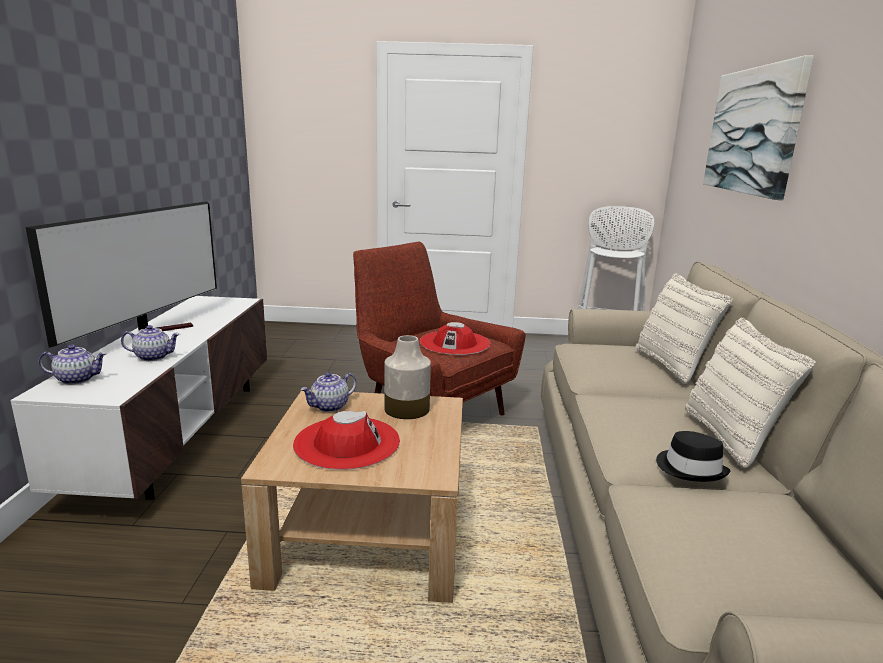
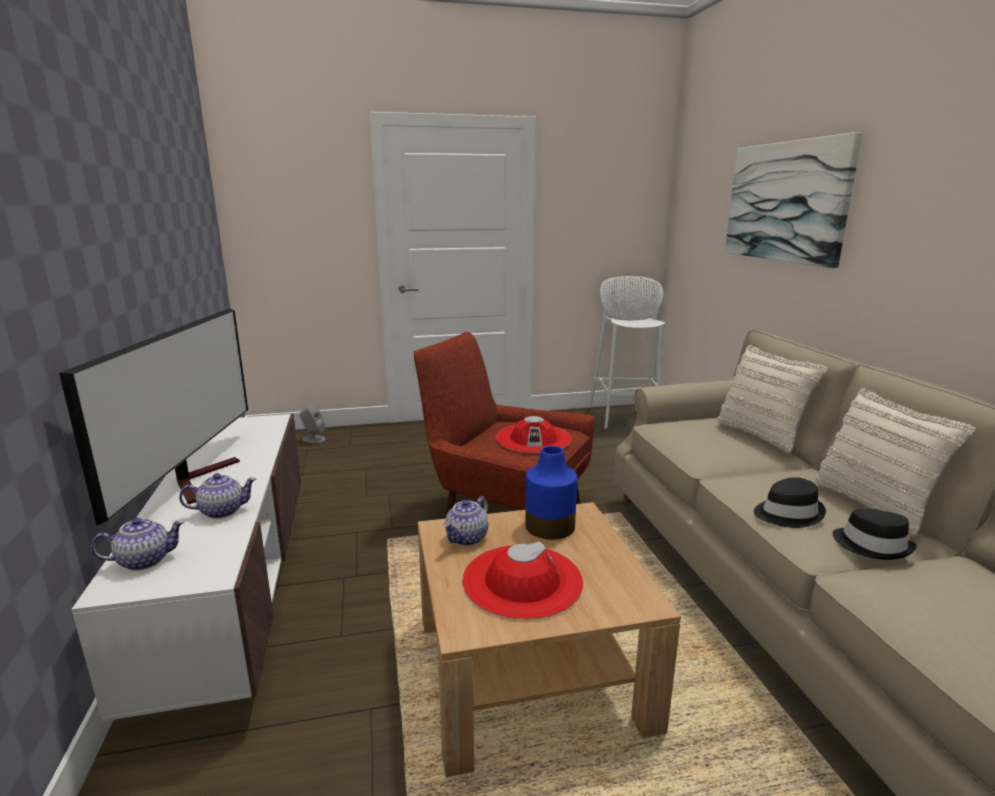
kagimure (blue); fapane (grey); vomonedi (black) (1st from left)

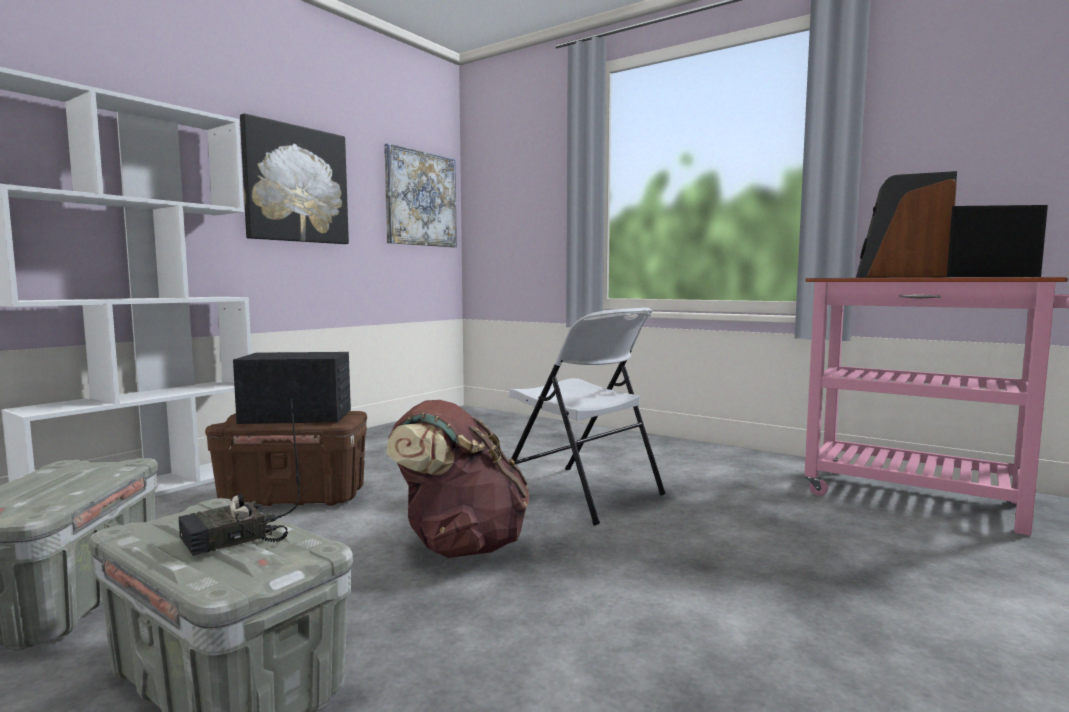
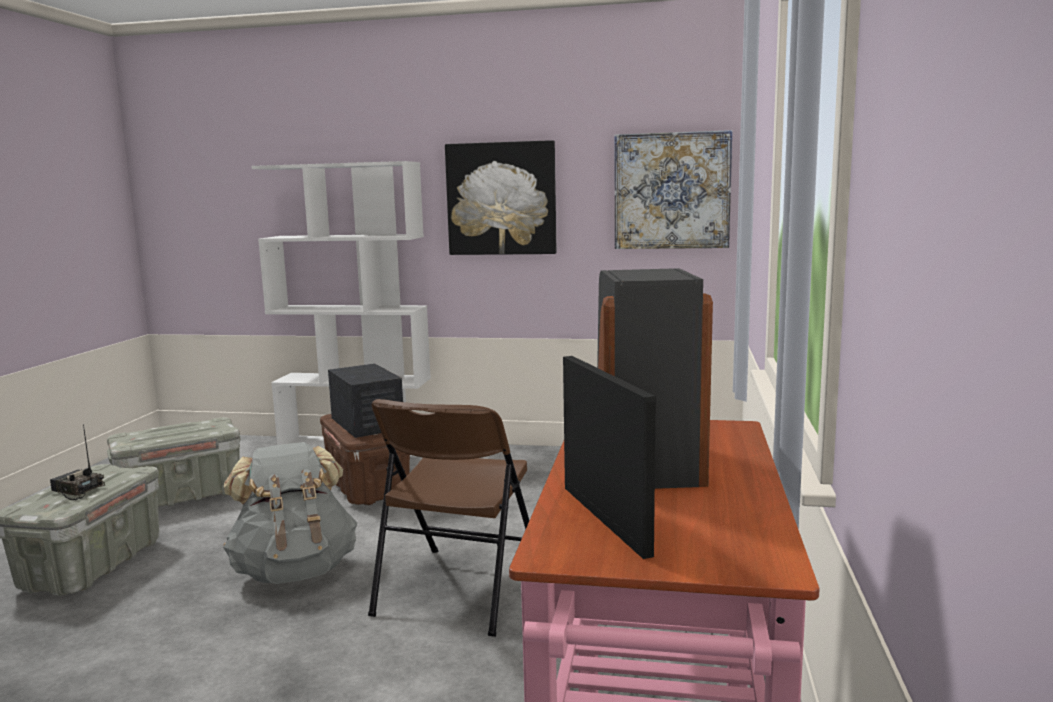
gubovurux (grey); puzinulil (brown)

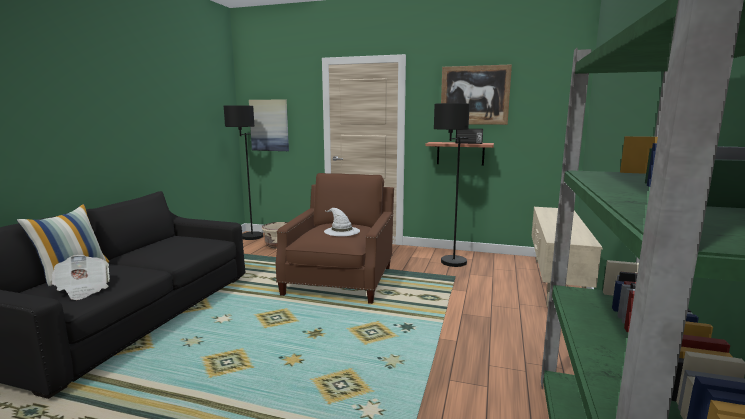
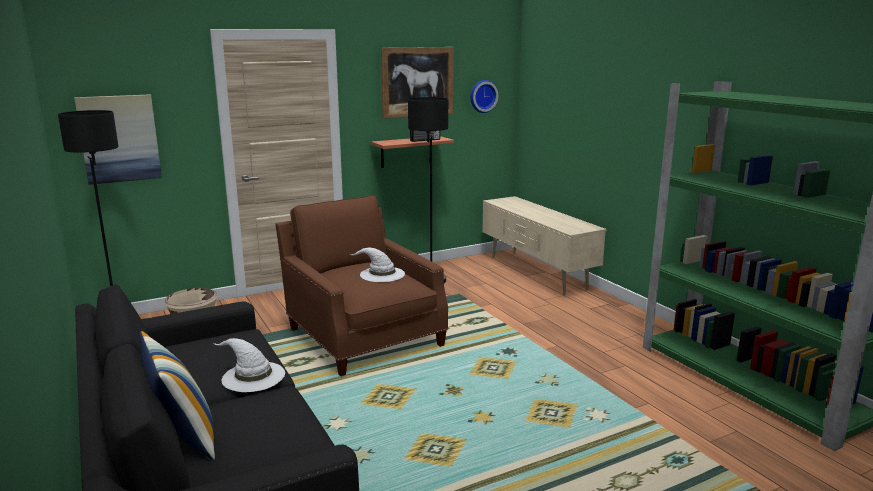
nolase; vomonedi (white) (1st from left); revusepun

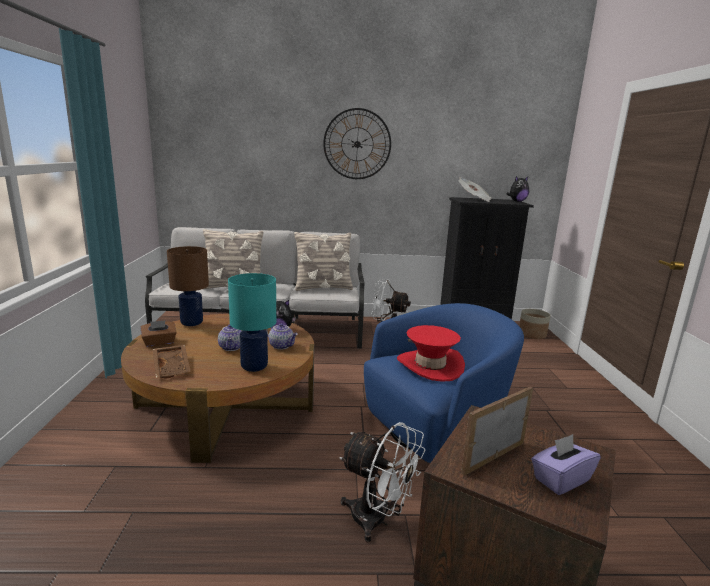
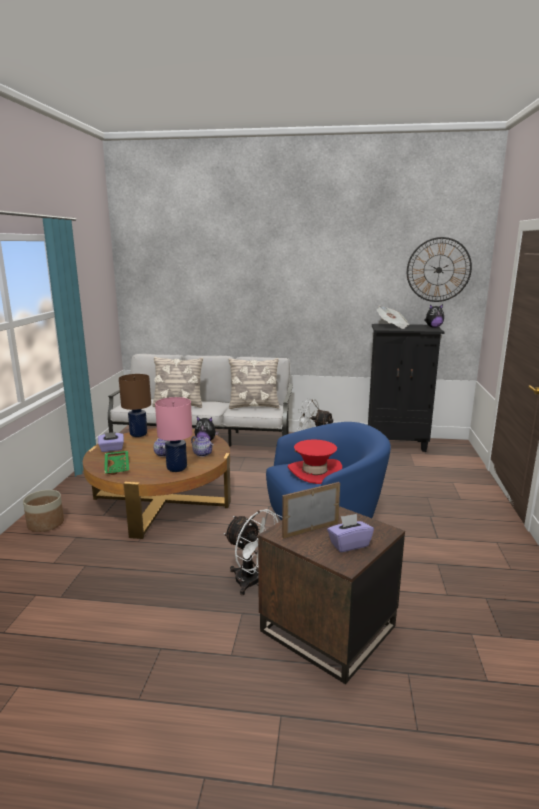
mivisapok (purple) (1st from left); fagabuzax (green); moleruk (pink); revusepun; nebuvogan

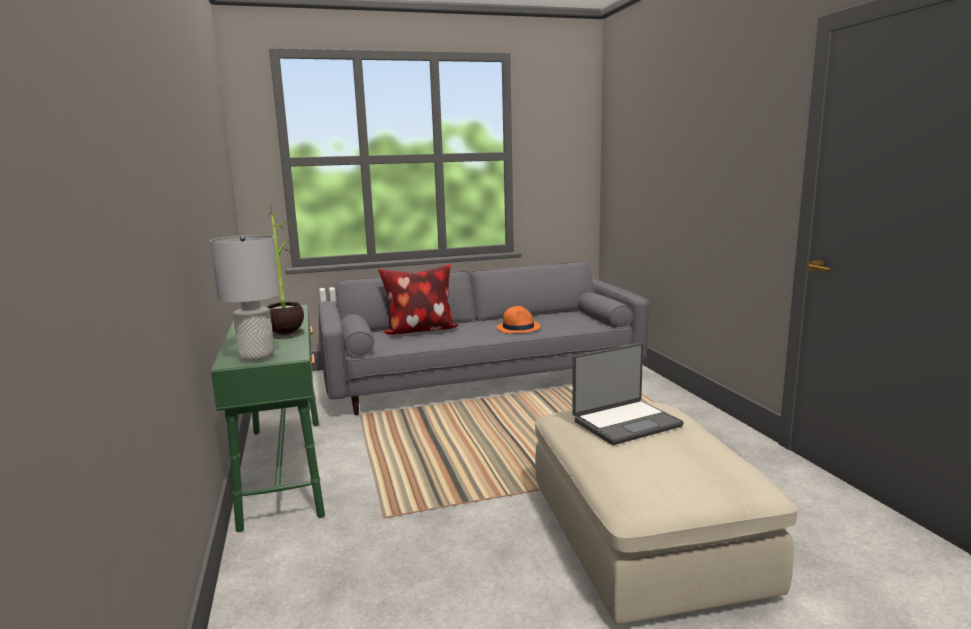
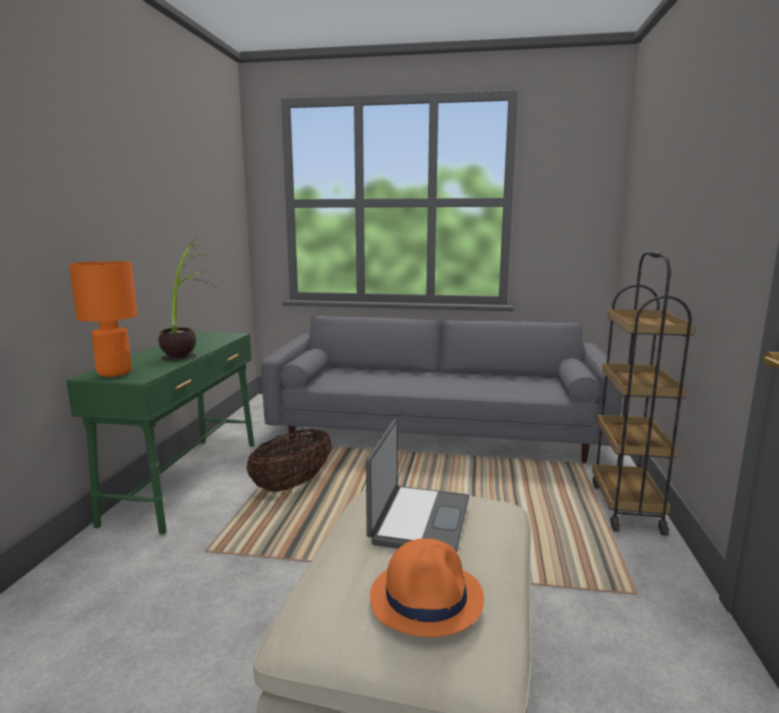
moleruk (orange); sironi; vomonedi (orange); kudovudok; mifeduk; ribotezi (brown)

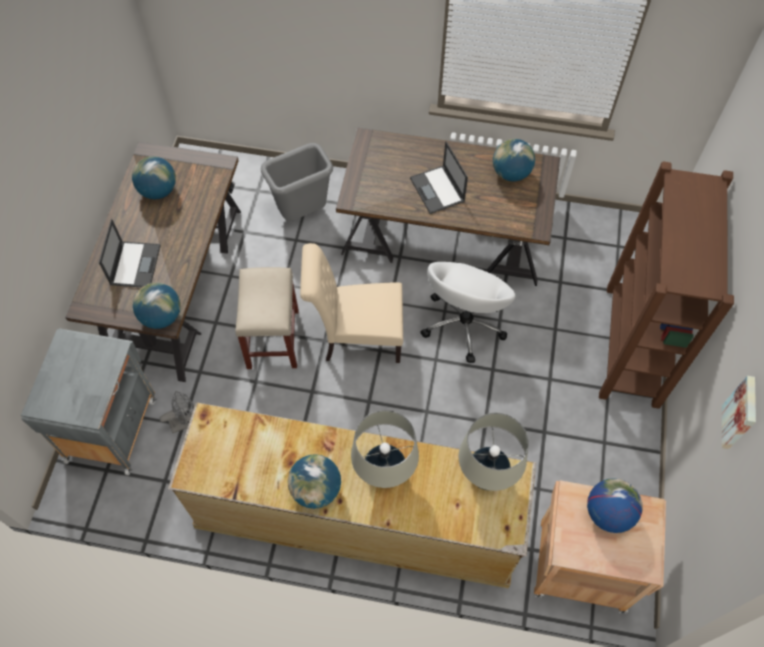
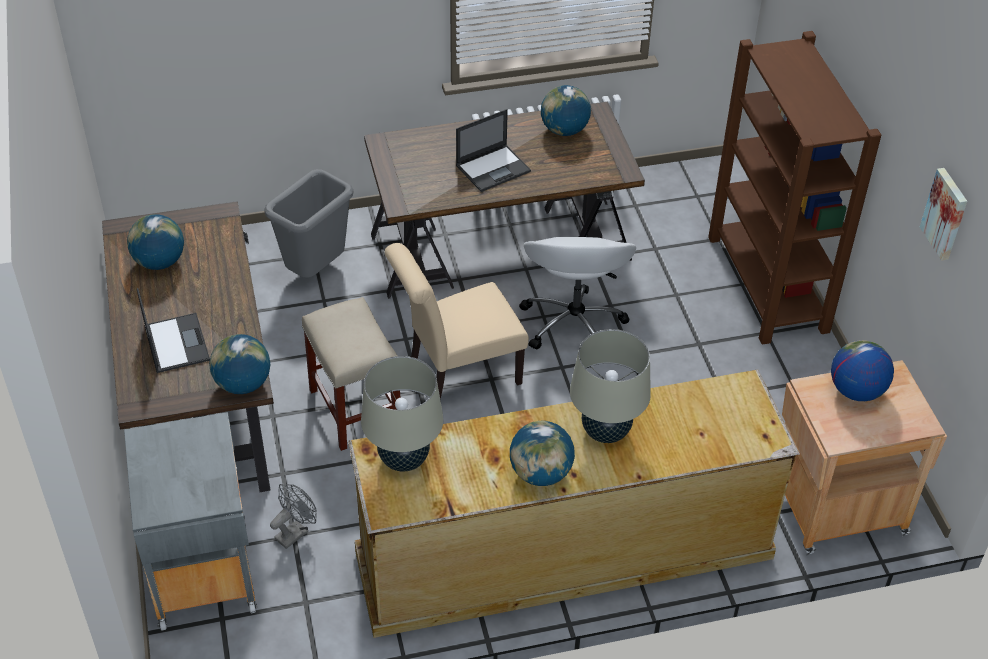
kudovudok (2nd from left); moleruk (beige) (1st from left)

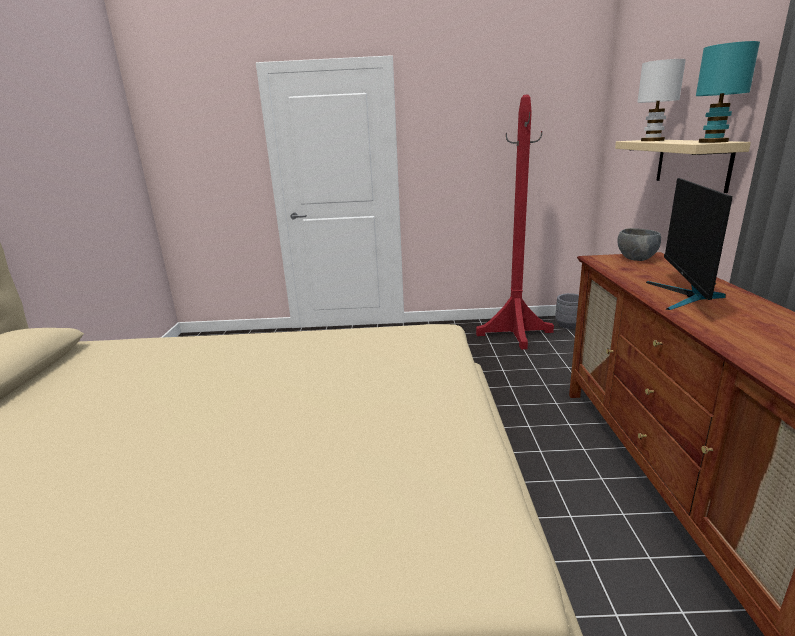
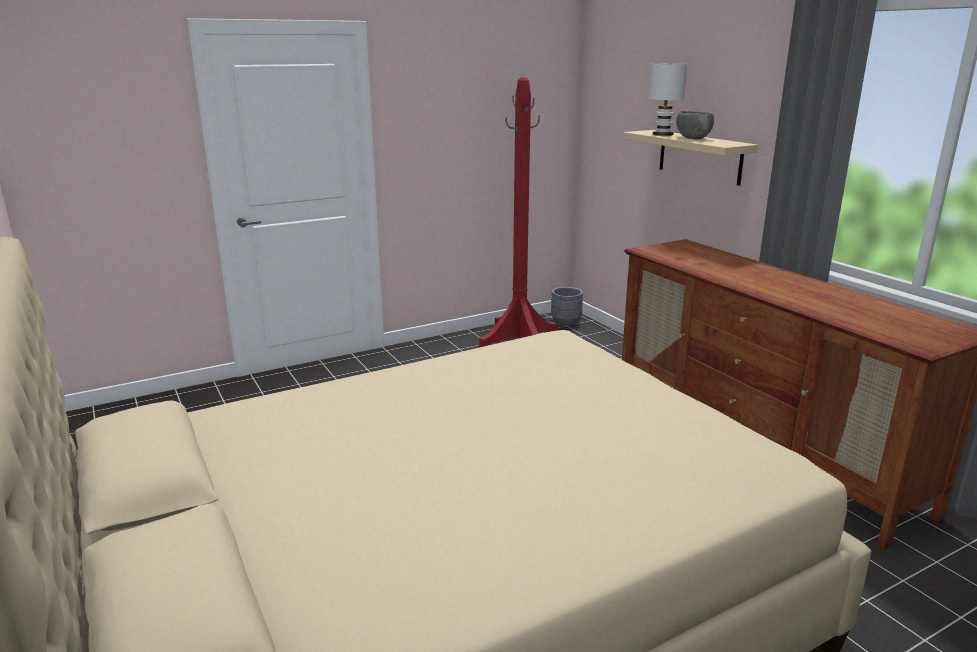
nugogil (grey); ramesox; moleruk (turquoise)

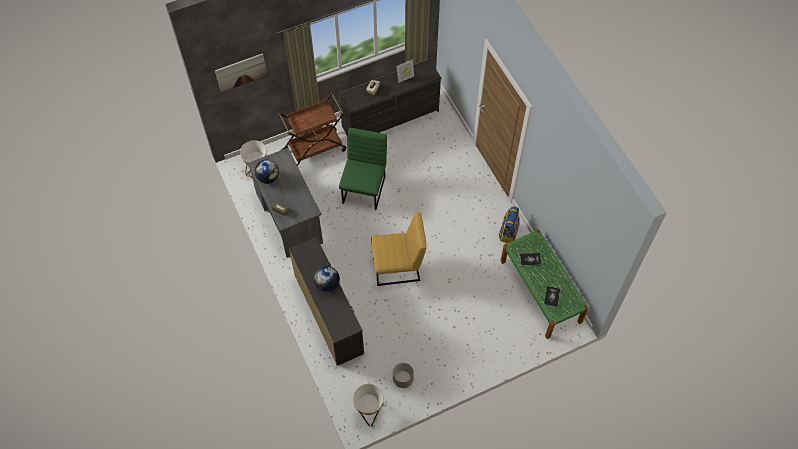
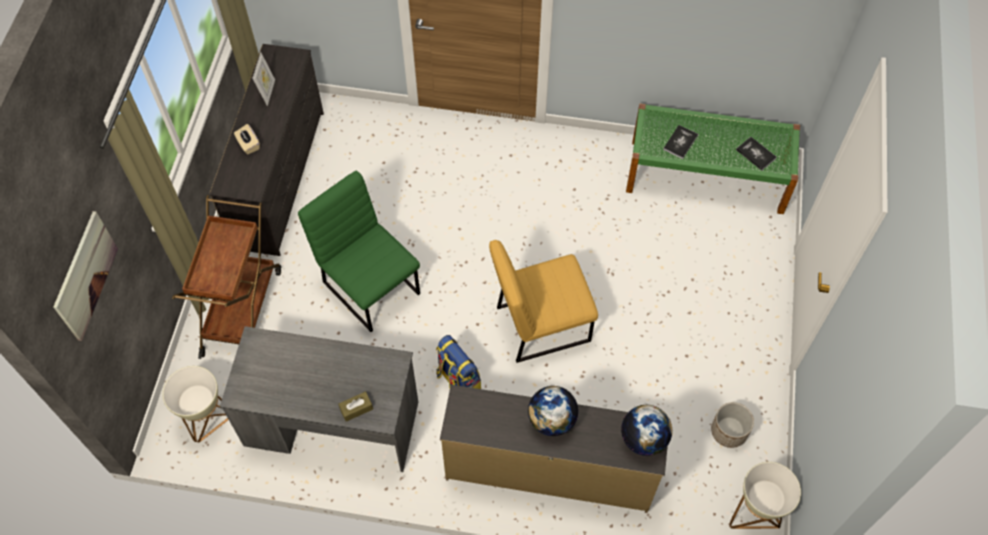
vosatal (2nd from left); puzinulil (yellow); gubovurux

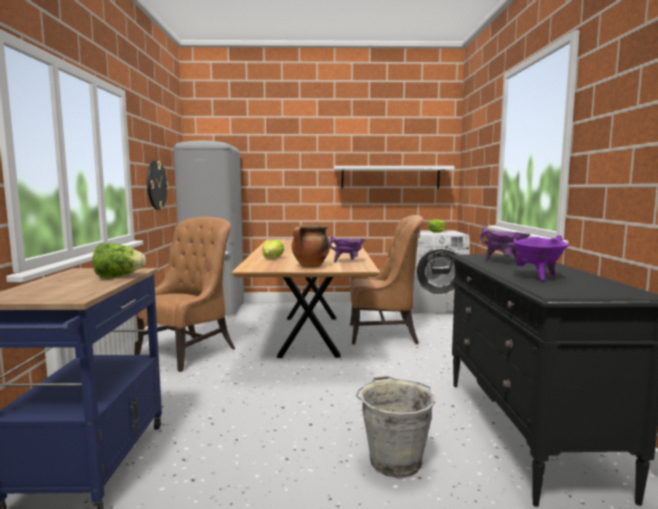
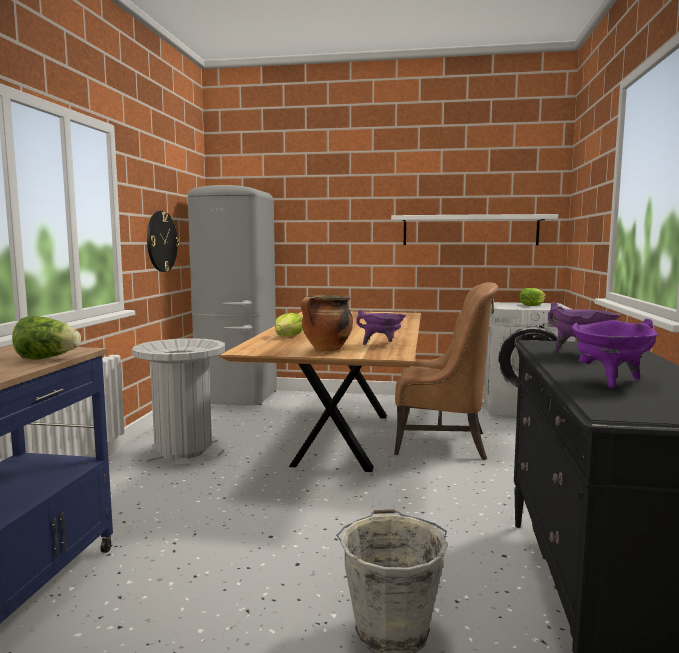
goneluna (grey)

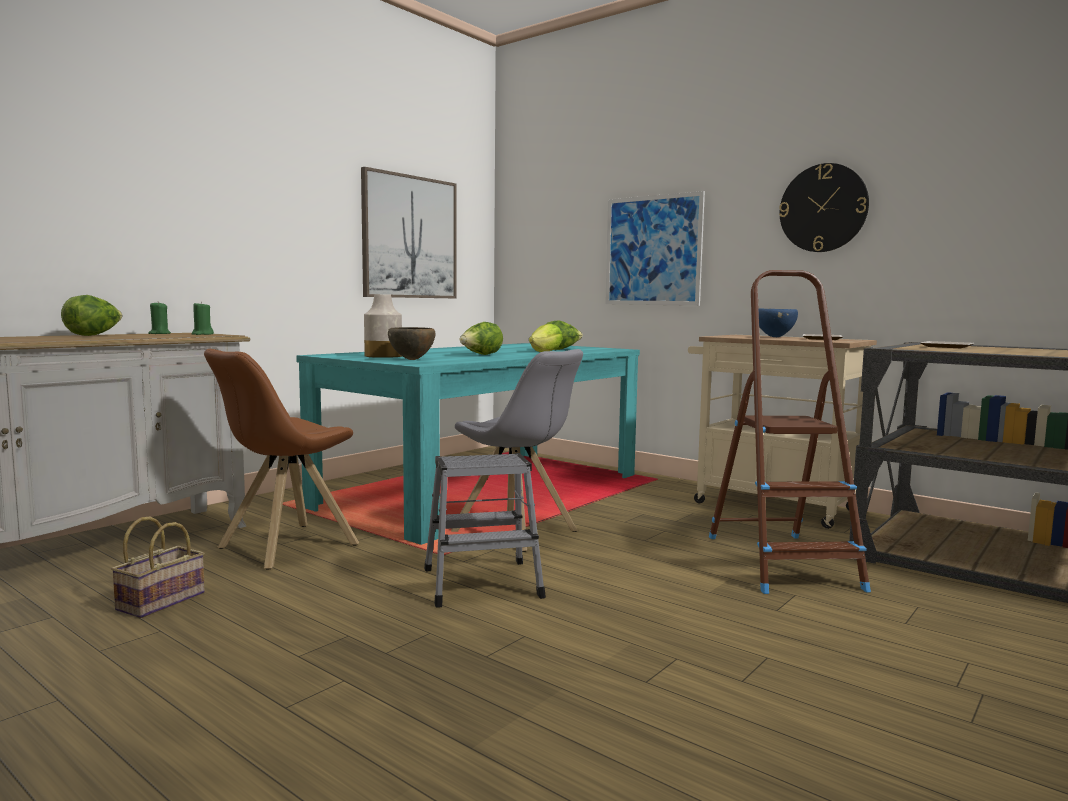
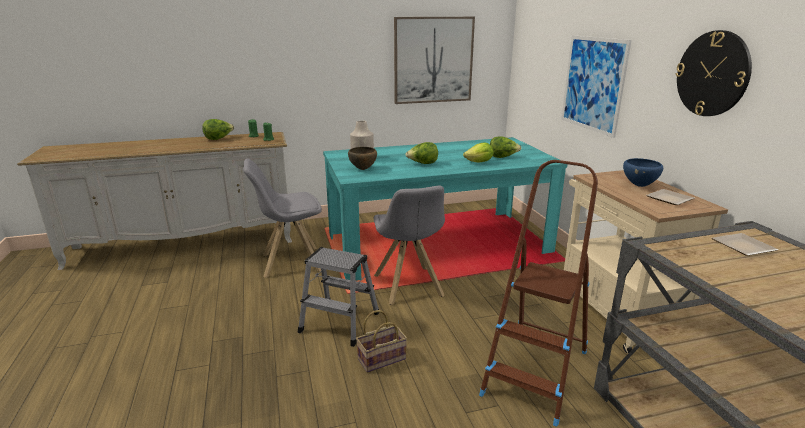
mifeduk; puzinulil (grey) (1st from left)

